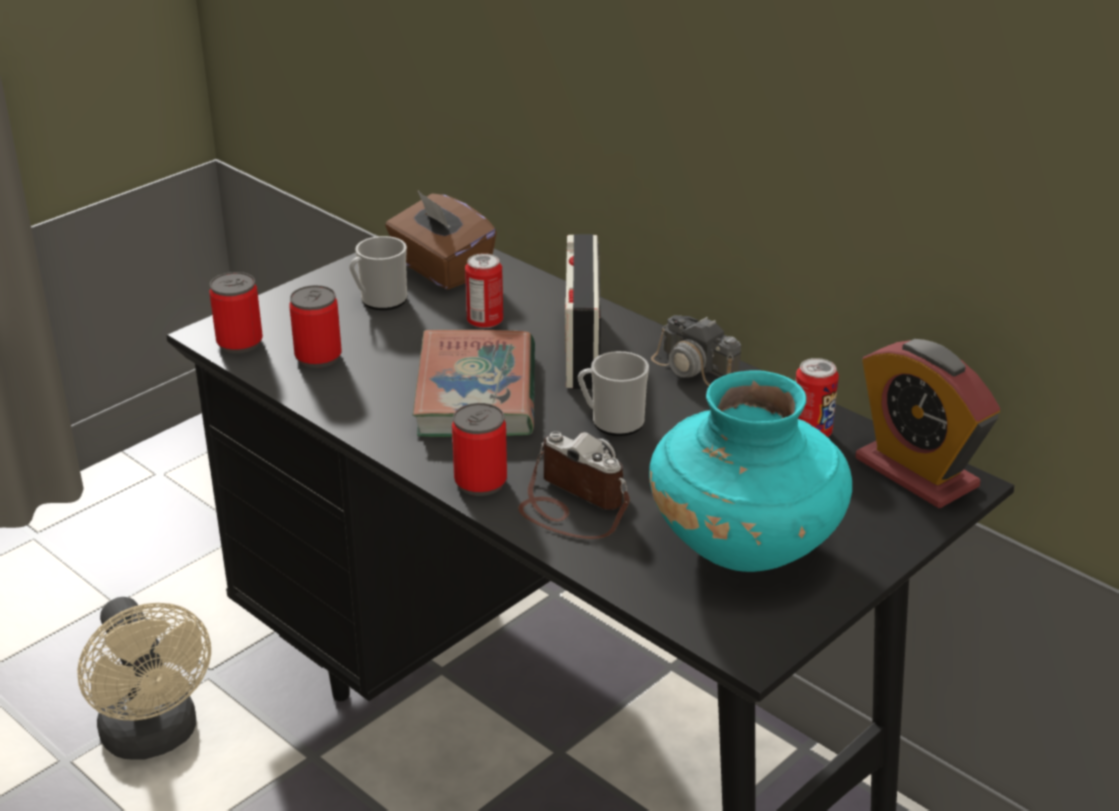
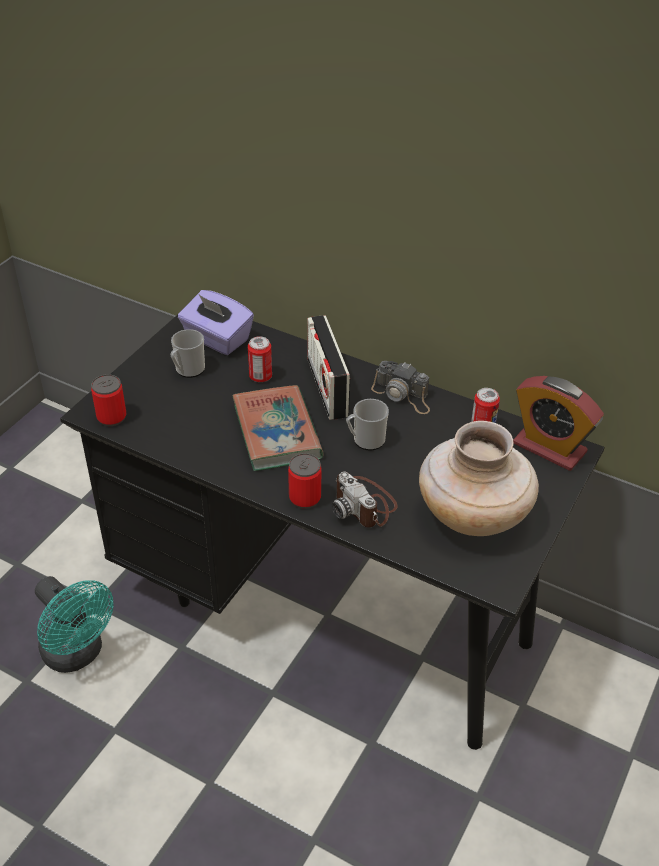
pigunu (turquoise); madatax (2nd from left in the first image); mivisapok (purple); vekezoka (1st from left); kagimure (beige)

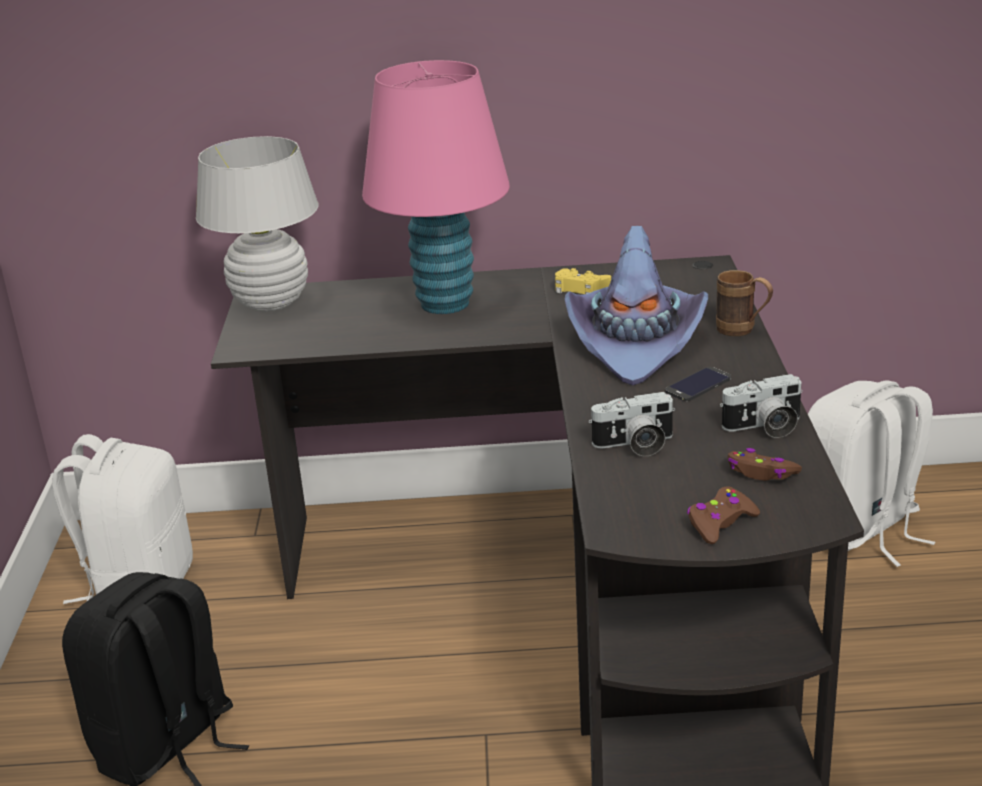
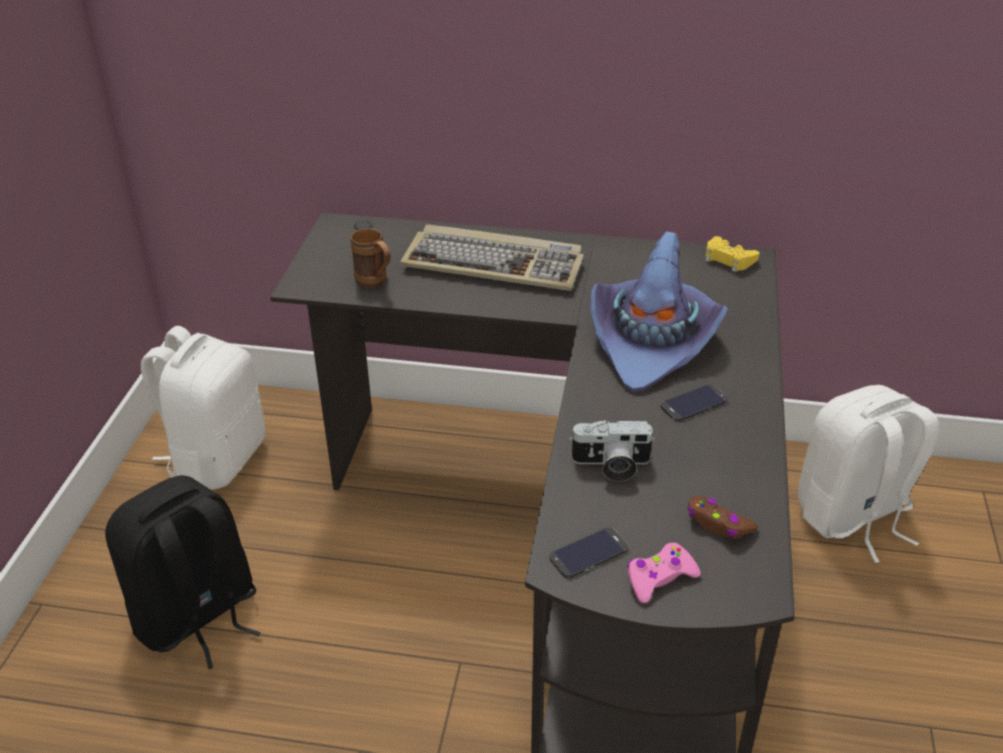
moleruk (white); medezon; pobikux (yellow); pobikux (pink); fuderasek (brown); vekezoka (2nd from left in the first image); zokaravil (1st from left)

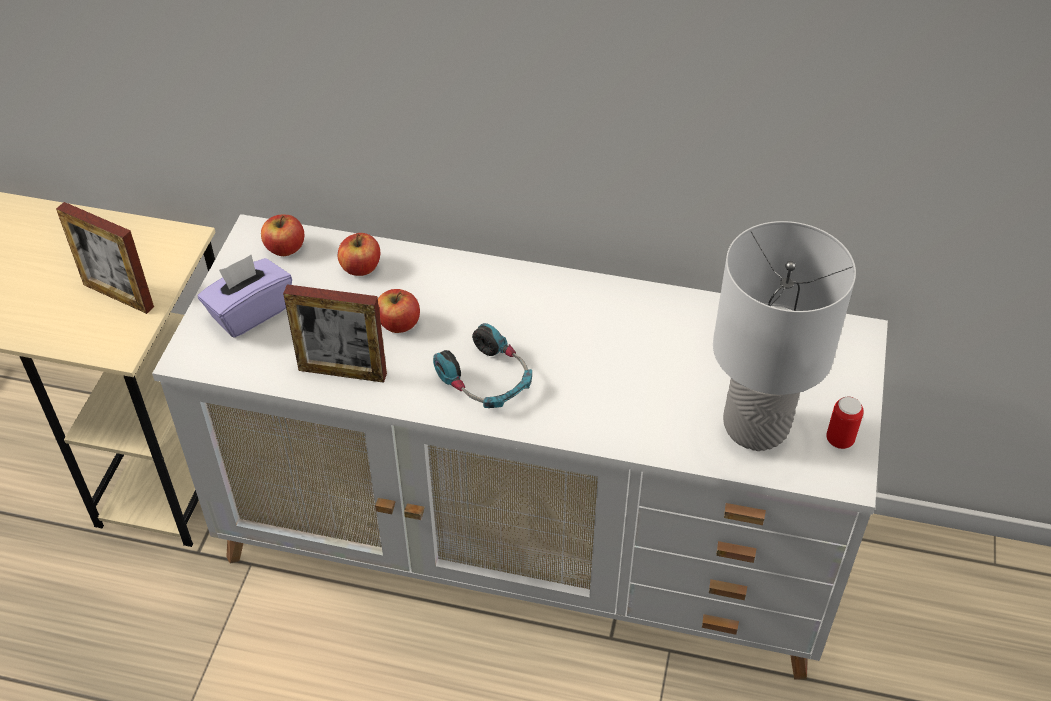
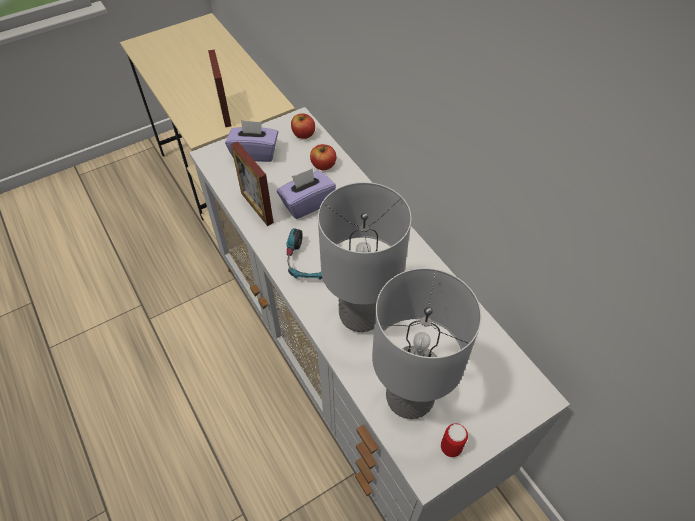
mivisapok (purple) (2nd from left); moleruk (grey) (1st from left)

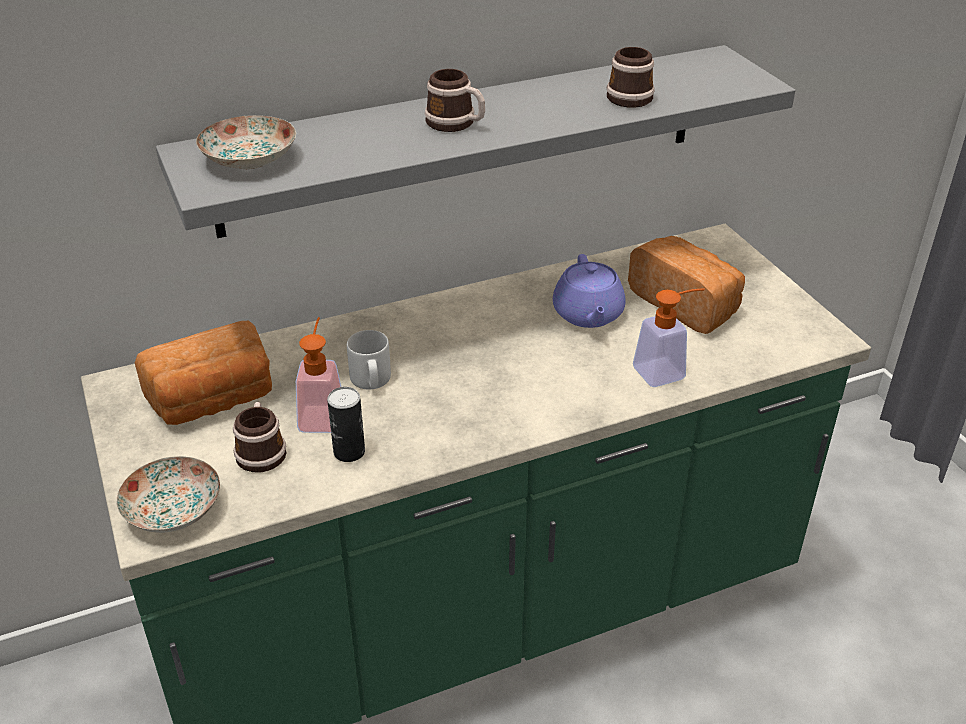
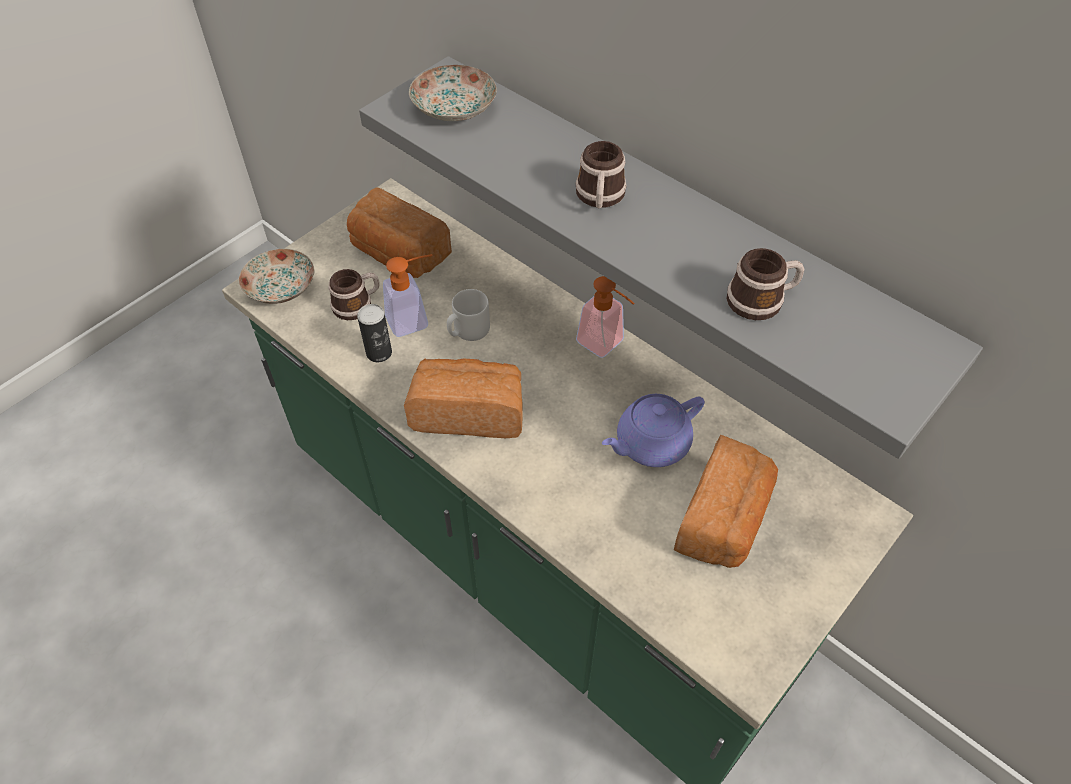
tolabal (2nd from left); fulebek (2nd from left)

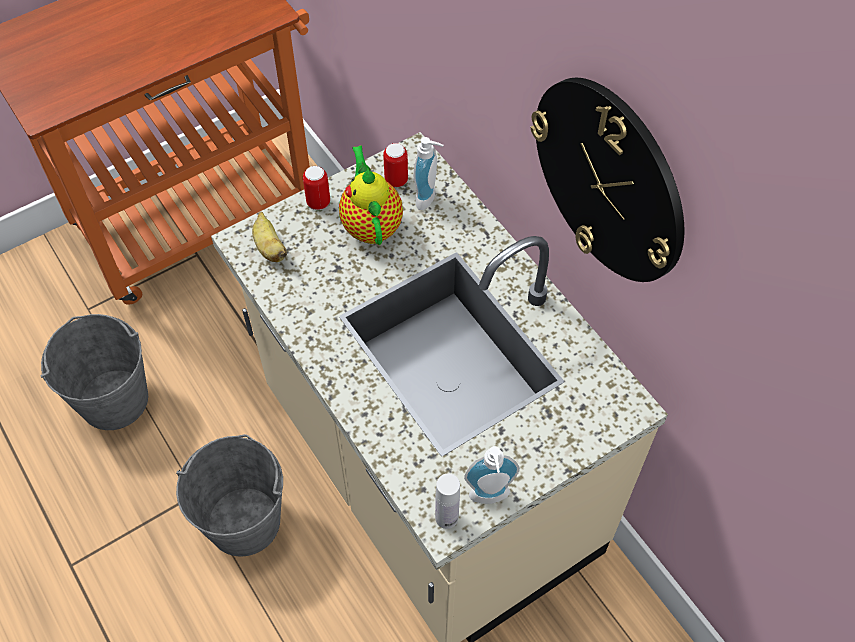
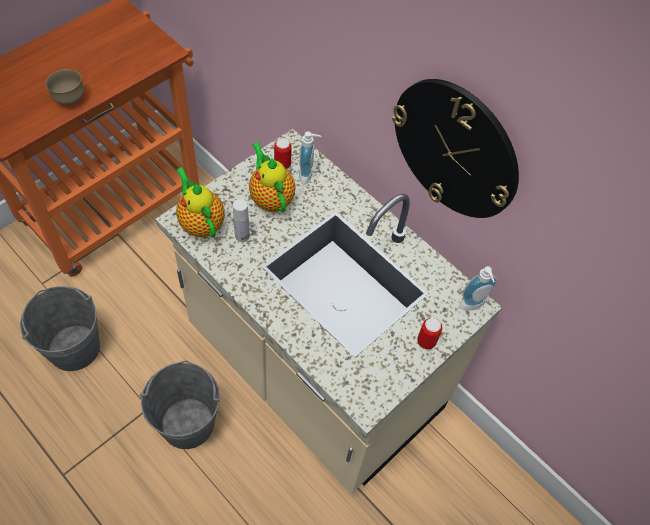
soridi (1st from left); madatax (2nd from left); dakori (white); tolabal (2nd from left); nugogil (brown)

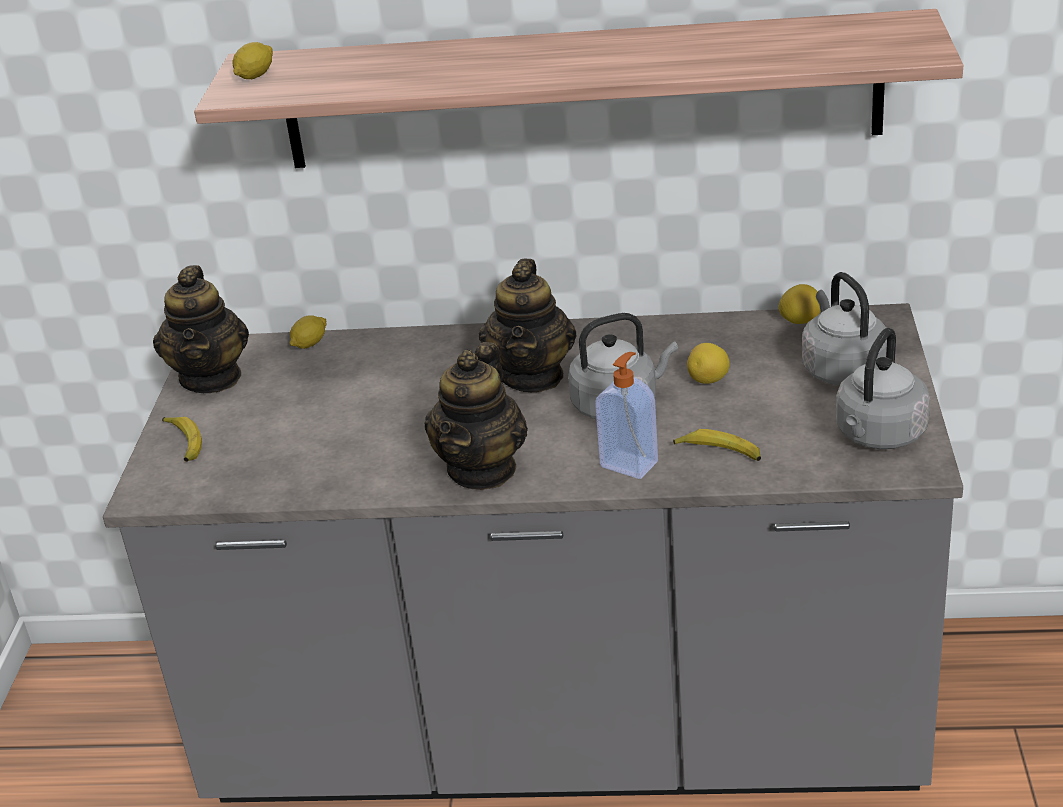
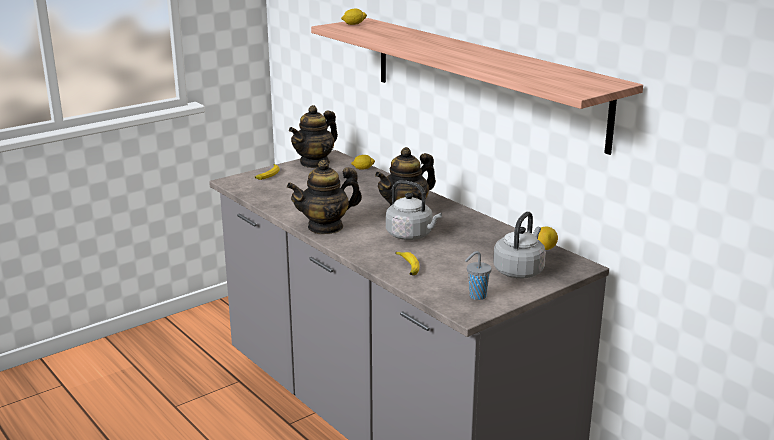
tolabal; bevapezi (3rd from left in the first image); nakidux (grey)

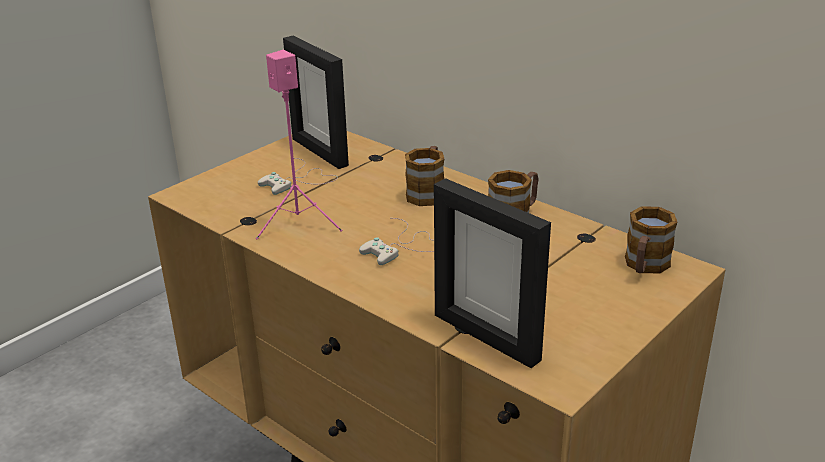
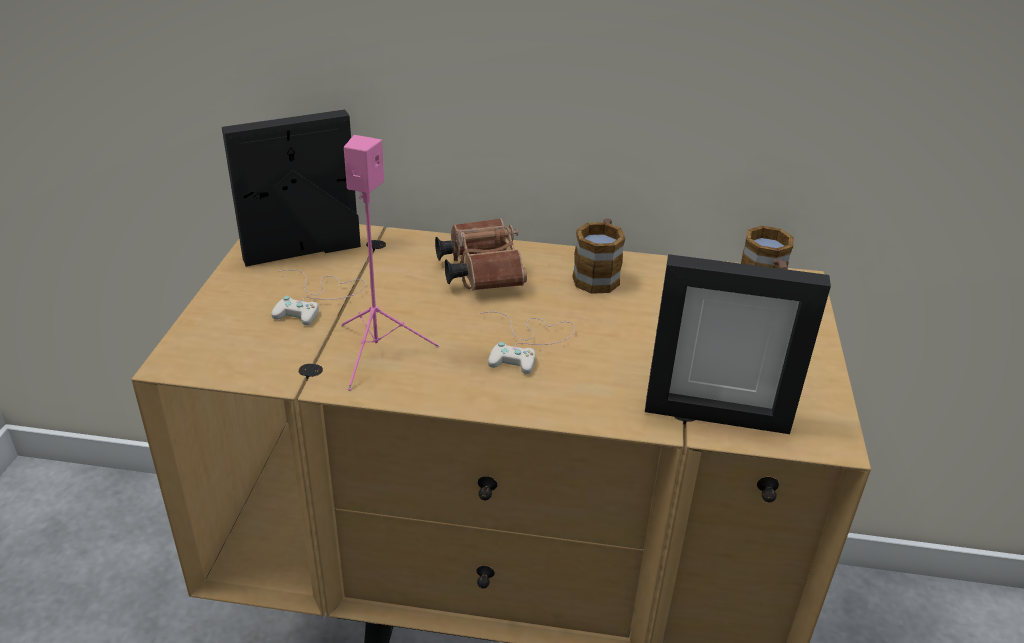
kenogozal (1st from left); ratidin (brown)

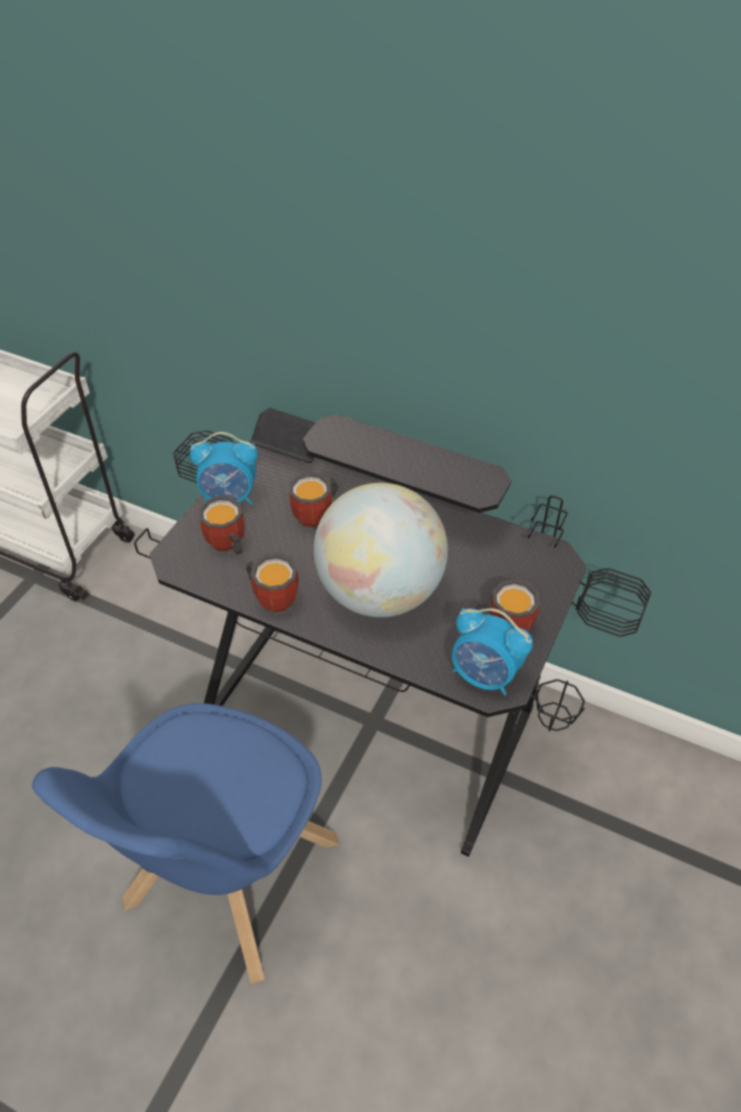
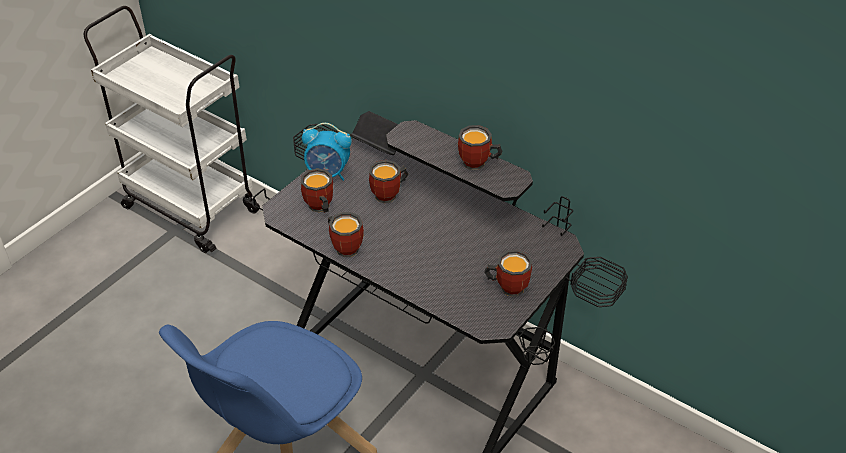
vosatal; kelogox (2nd from left in the first image); fuderasek (4th from left)

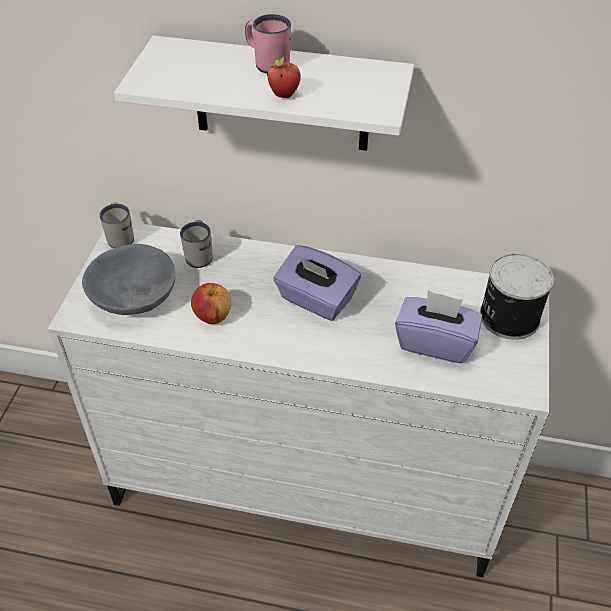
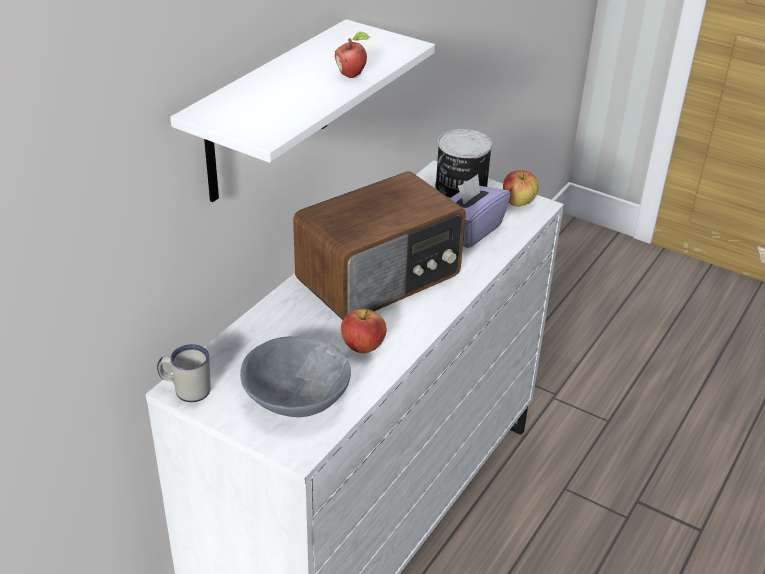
fuderasek (white) (2nd from left in the first image); fuderasek (pink); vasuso; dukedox (3rd from left)

